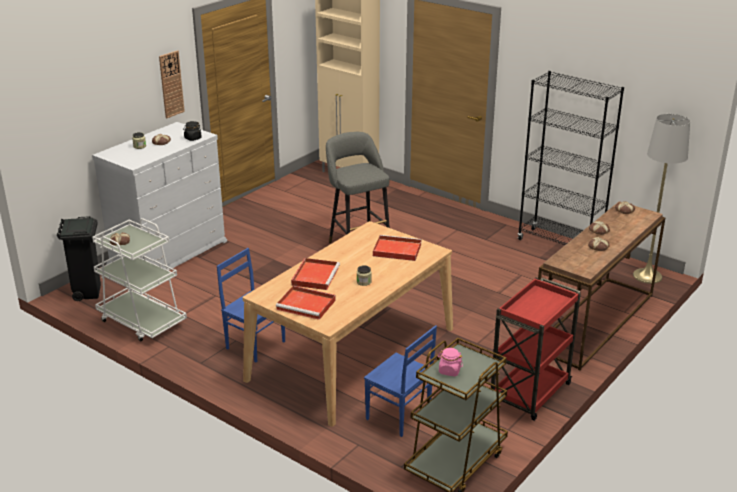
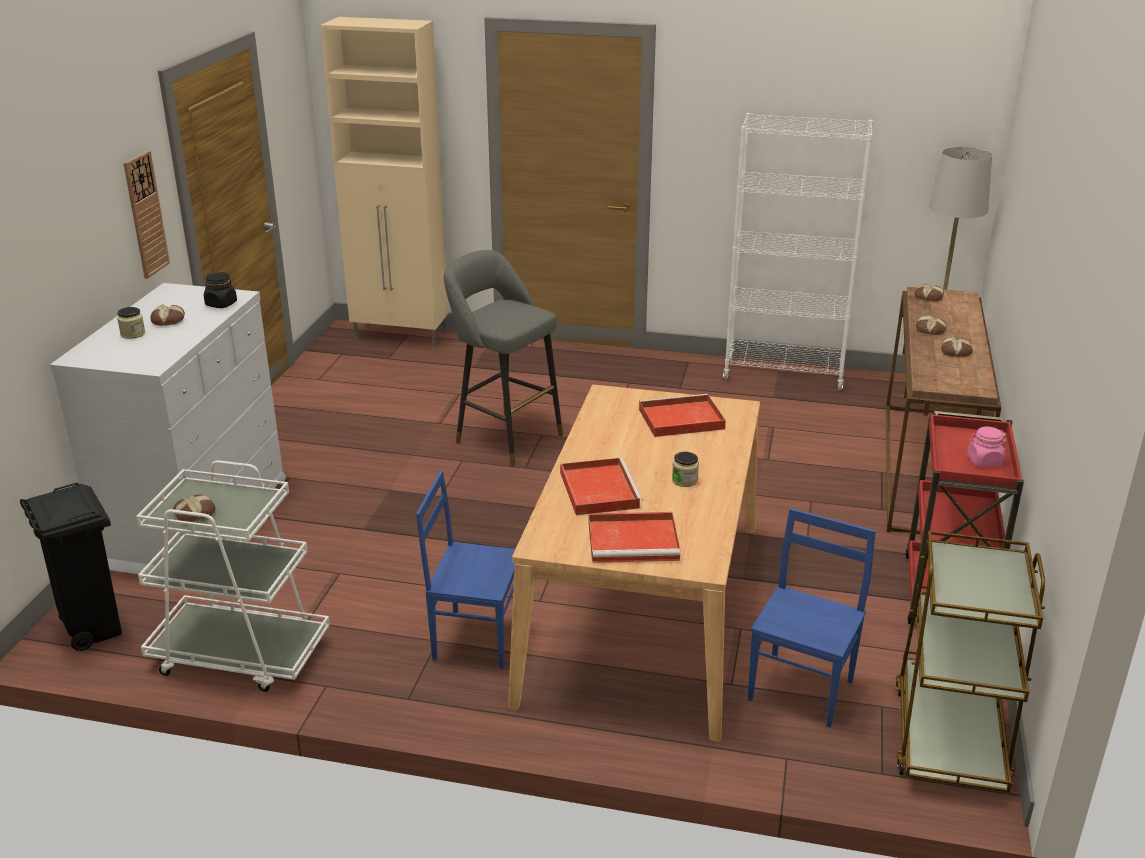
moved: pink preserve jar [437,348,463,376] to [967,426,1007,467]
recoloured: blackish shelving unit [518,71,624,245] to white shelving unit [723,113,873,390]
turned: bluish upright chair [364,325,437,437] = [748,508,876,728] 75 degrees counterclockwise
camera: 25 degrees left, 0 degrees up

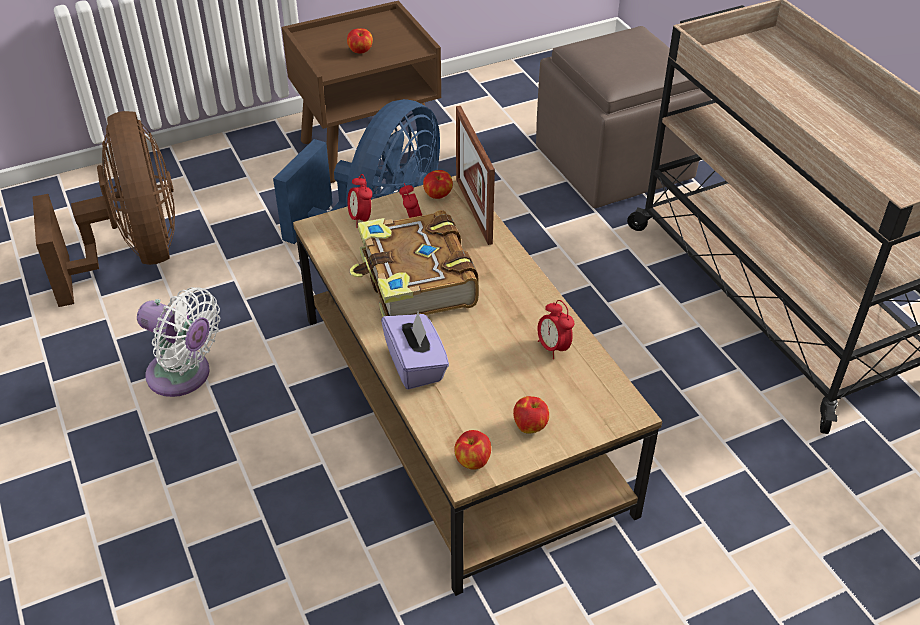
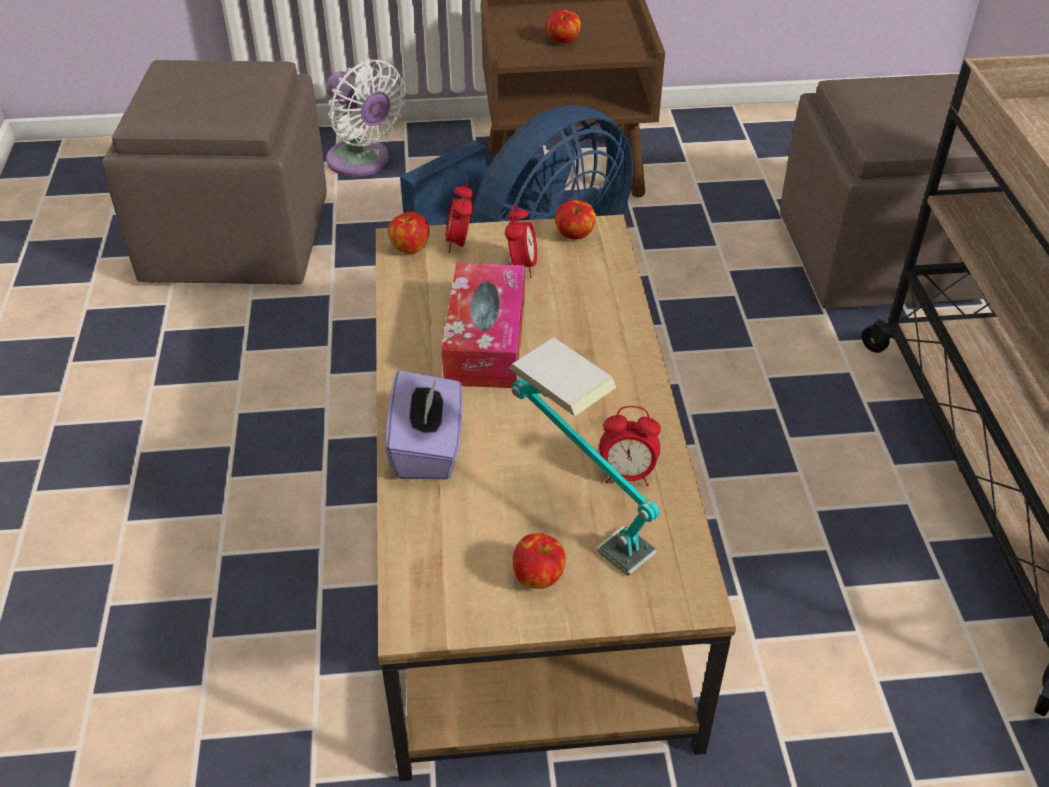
removed: standing frame [456,106,495,245]
added: table lamp [508,337,660,576]
moved: white electric fan [137,287,220,397] to [326,59,406,177]; whole apple [454,430,491,470] to [388,212,429,254]
replaced: brownish electric fan [33,111,175,307] to brownish pouffe [102,60,327,285]; book [350,210,479,317] to box of tissues [442,263,525,388]
turned: bedside clock [538,300,574,359] = [599,406,661,486] 75 degrees counterclockwise
camera: 20 degrees right, 0 degrees up

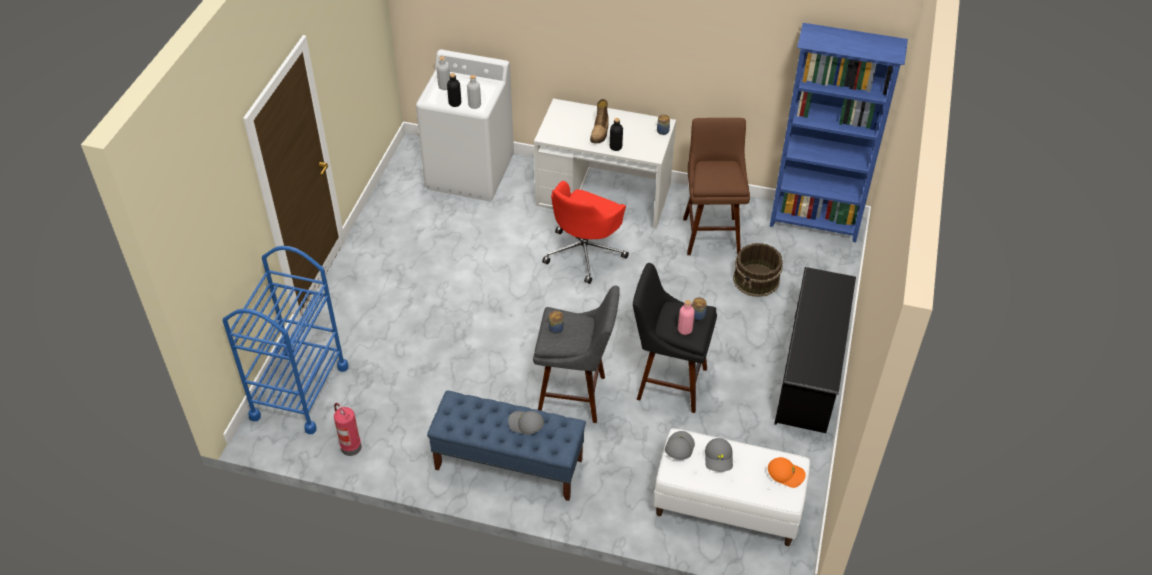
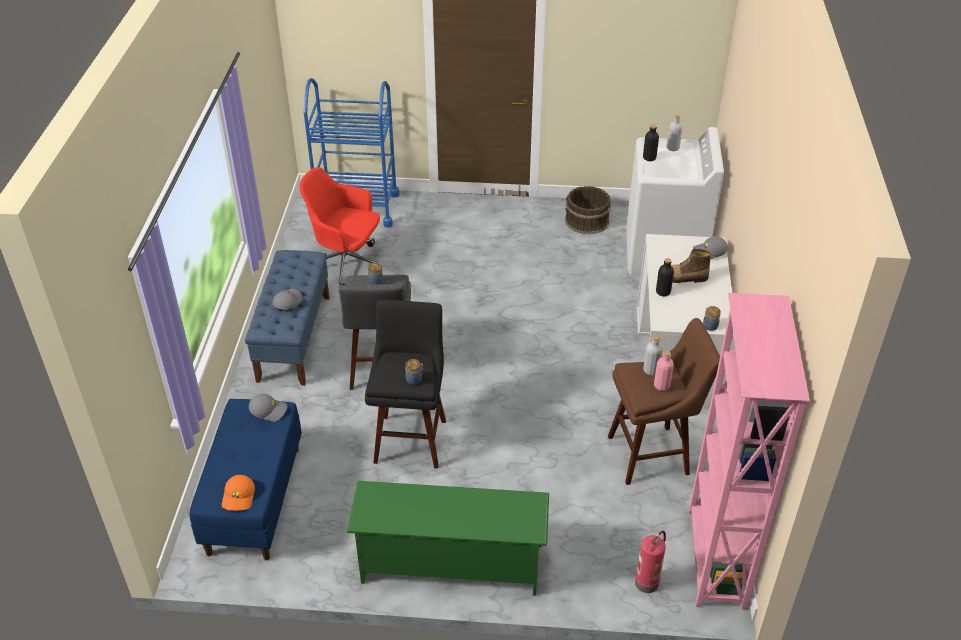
moved: fire extinguisher [334,403,362,456] to [635,530,666,593]; gray beverage bottle [467,75,481,109] to [643,335,663,375]; red desk chair [542,181,629,284] to [299,167,380,285]; pink beverage bottle [678,300,695,335] to [654,351,674,391]; gray cap [705,438,733,472] to [693,236,728,259]; brownish pail [733,243,783,297] to [565,186,611,234]
recoloured: white long seat [653,428,810,546] to bluish long seat [190,399,302,560]; bluish shelving unit [770,23,908,242] to pink shelving unit [689,293,810,610]; blackish shoe rack [774,267,856,433] to green-coloured shoe rack [347,481,549,596]
camera: 80 degrees right, 5 degrees down

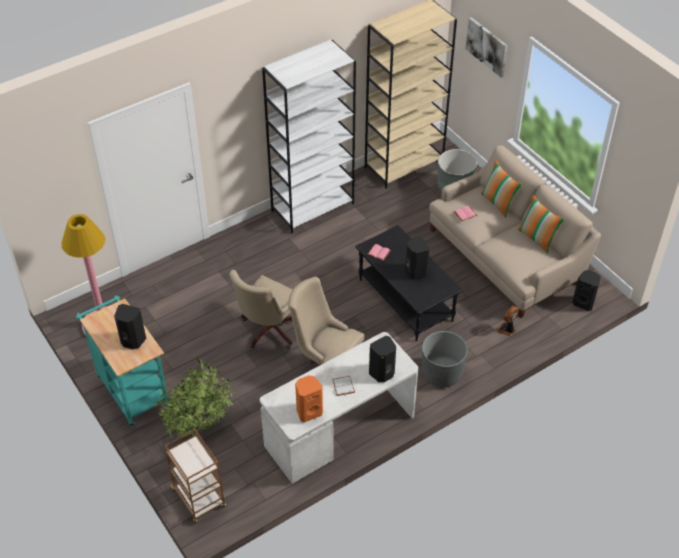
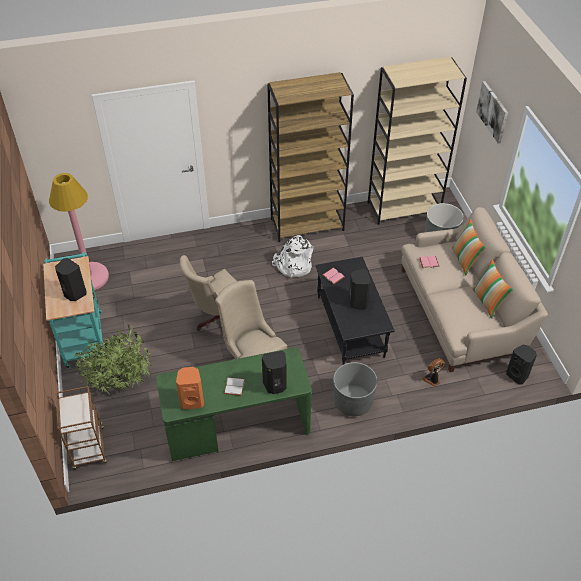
added: white rucksack [272,235,313,278]
recoloured: white desk [260,332,418,484] to green-coloured desk [156,348,312,461]; white shelving unit [262,40,356,233] to brownish shelving unit [267,72,354,242]
camera: 20 degrees right, 0 degrees up

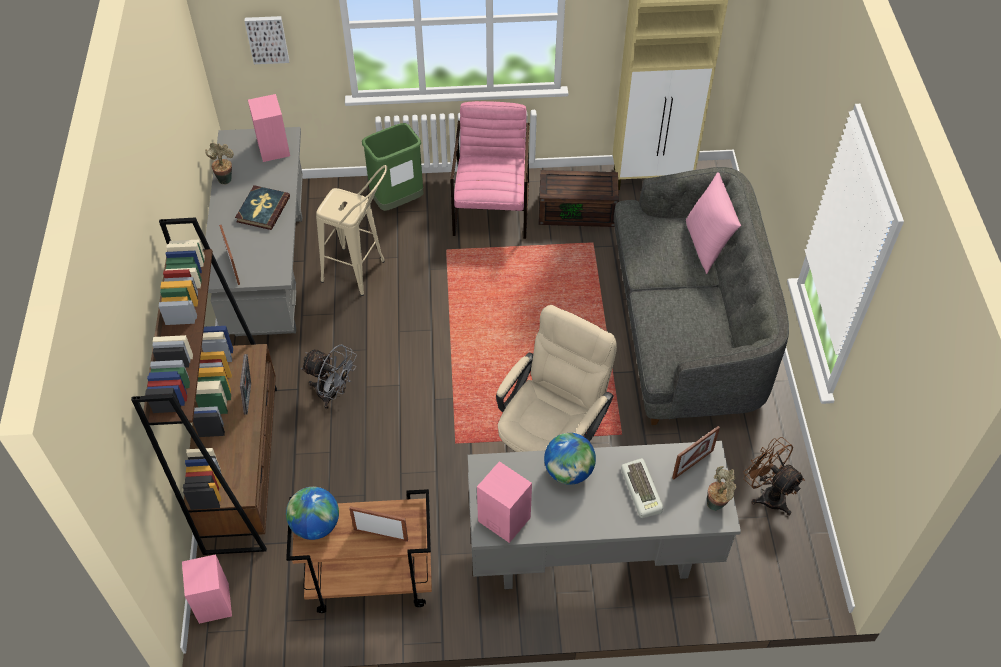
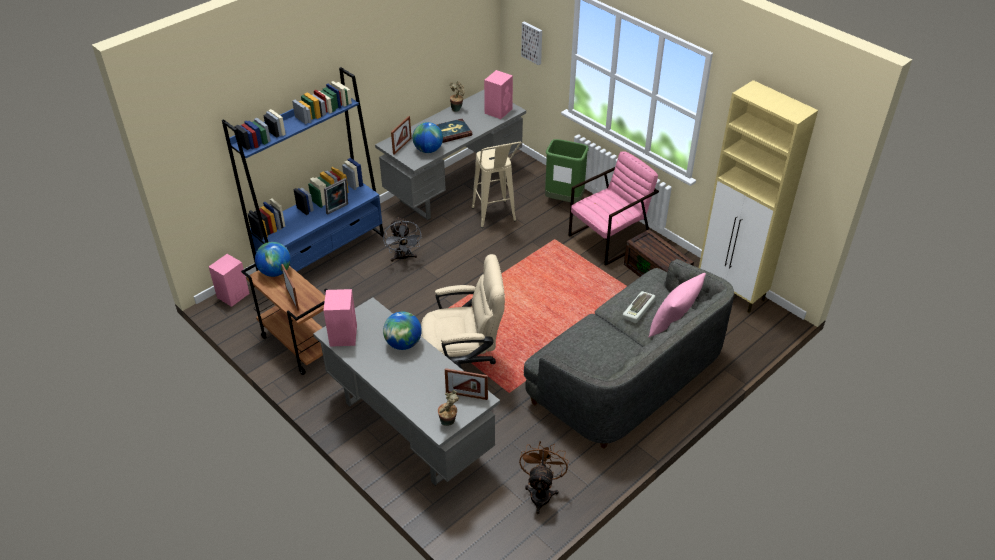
added: desk globe [412,122,443,153]
moved: computer keyboard [621,458,663,518] to [622,291,655,323]
recoloured: brownish shelving unit [131,217,277,555] to bluish shelving unit [222,67,384,271]
camera: 50 degrees right, 10 degrees down

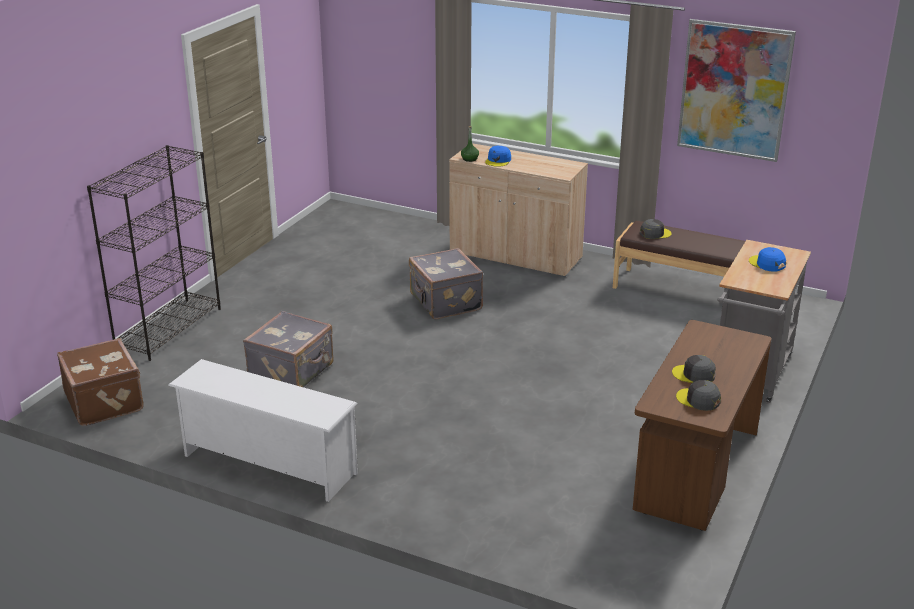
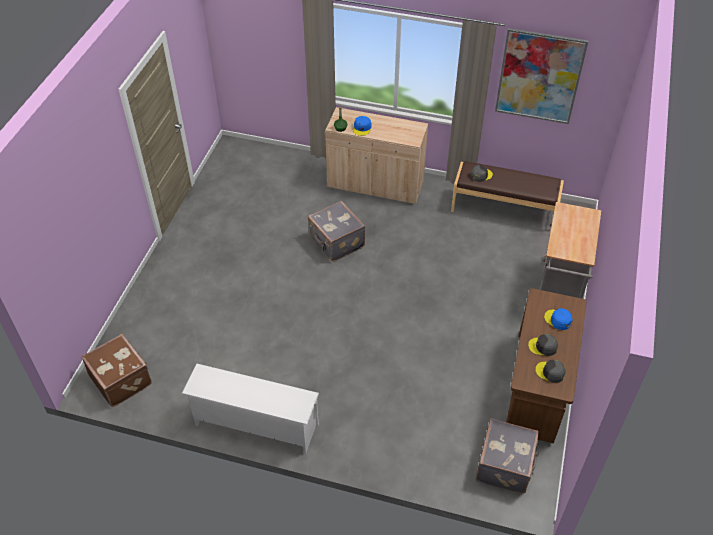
removed: blackish shelving unit [87,145,221,361]
moved: gray piece of luggage [243,311,334,387] to [476,418,539,493]; bluish cap [749,247,786,272] to [544,308,572,330]
camera: 10 degrees left, 20 degrees up

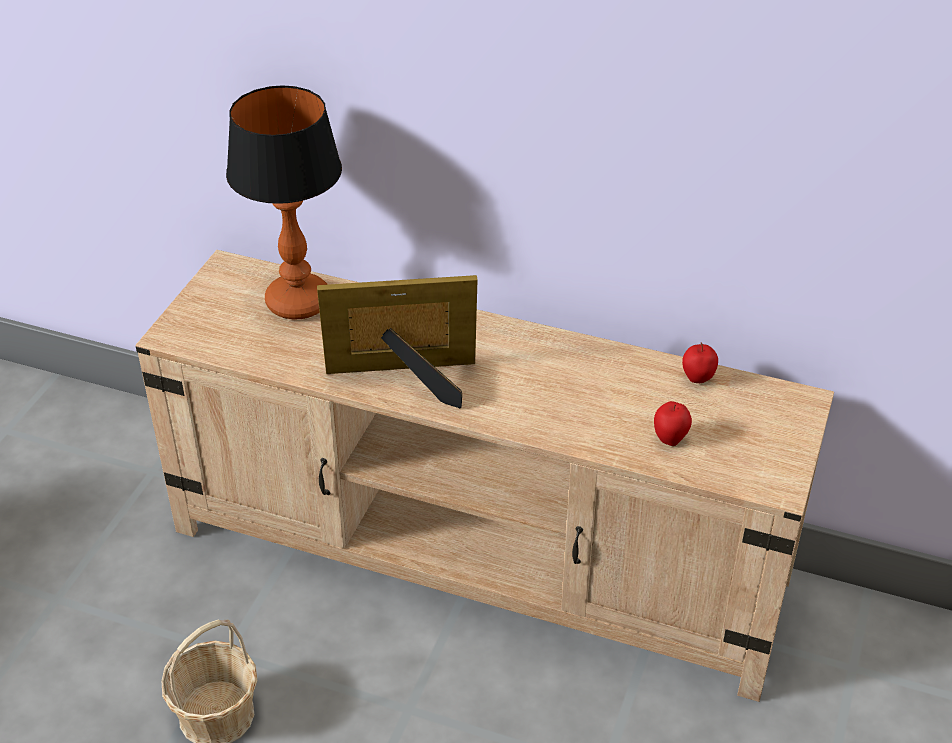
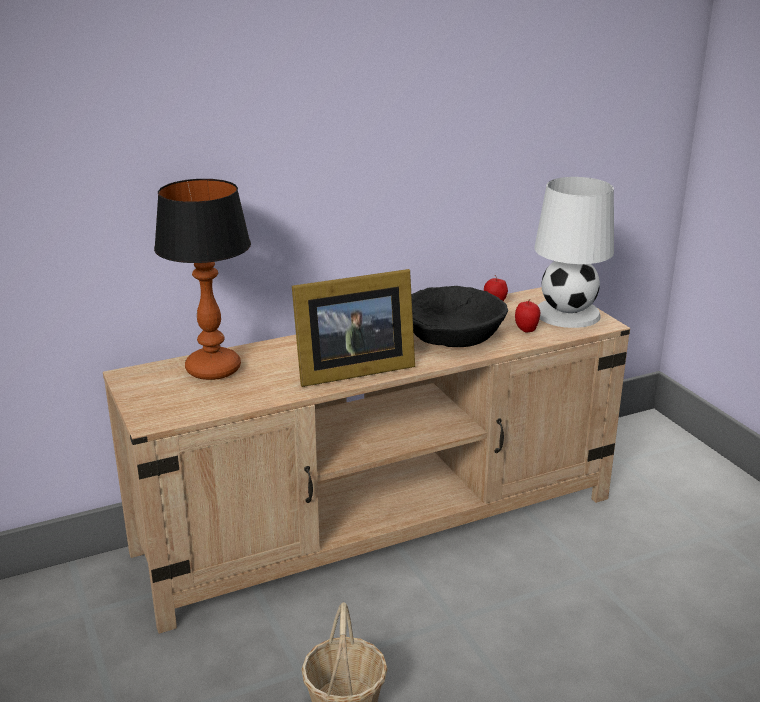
added: blackish bowl [411,286,508,347]; white table lamp [534,177,614,328]
turned: standing frame [317,275,478,408] = [292,269,415,387] 150 degrees counterclockwise
camera: 45 degrees left, 15 degrees down

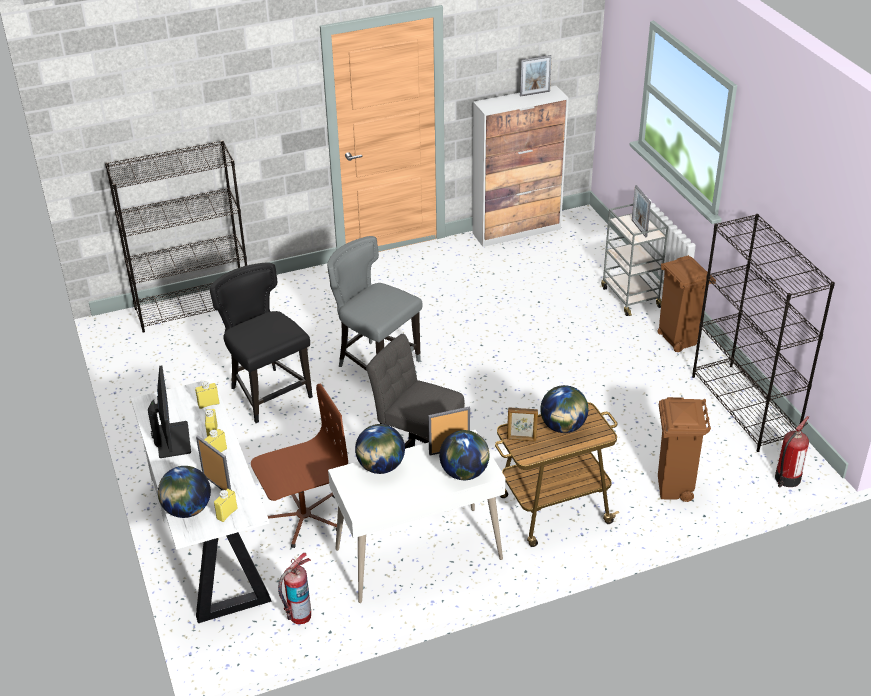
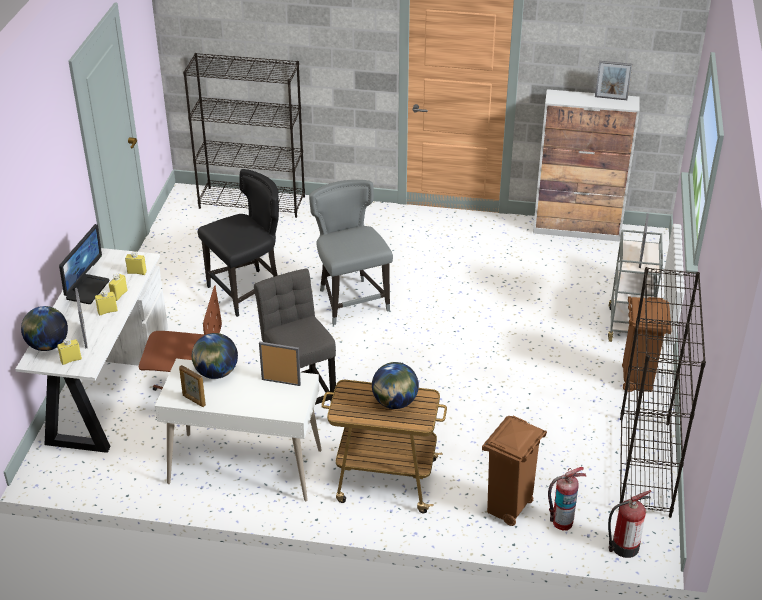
removed: desk globe [439,430,490,480]
moved: fire extinguisher [278,553,311,624] to [548,467,586,530]; standing frame [507,407,538,442] to [179,365,206,407]
turned: blackish upright chair [210,263,313,423] = [198,169,279,317] 60 degrees clockwise
camera: 30 degrees right, 0 degrees up

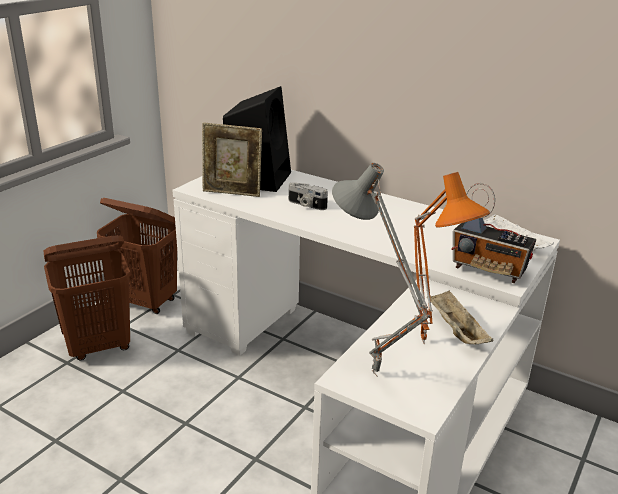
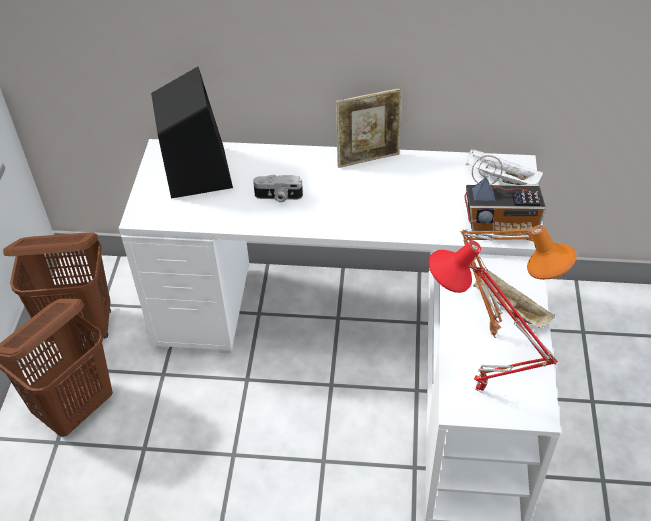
moved: standing frame [202,122,262,197] to [336,88,402,168]
recoloured: gray table lamp [332,163,431,376] to red table lamp [429,240,558,393]
camera: 25 degrees left, 20 degrees up

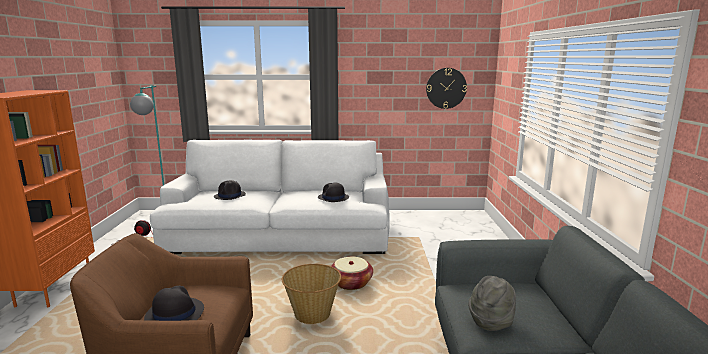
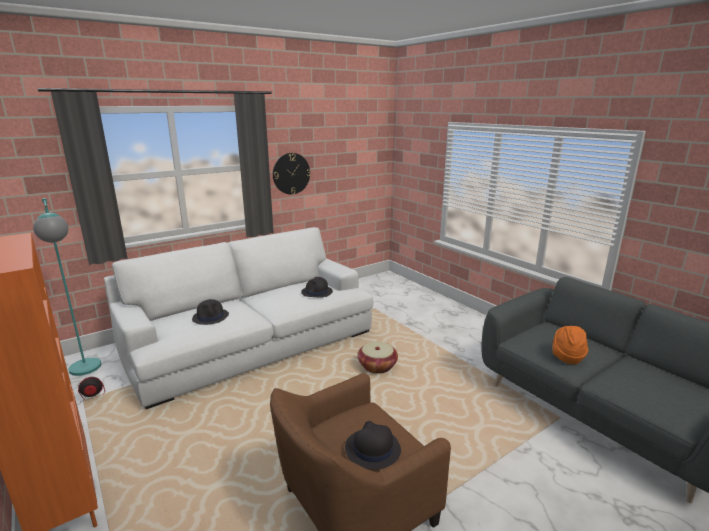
removed: household basket [282,264,341,324]
moved: wall clock [426,68,467,109] to [273,153,311,195]
recoloured: gray wearable hat [468,276,516,331] to orangey wearable hat [553,326,588,364]
camera: 35 degrees left, 5 degrees up

